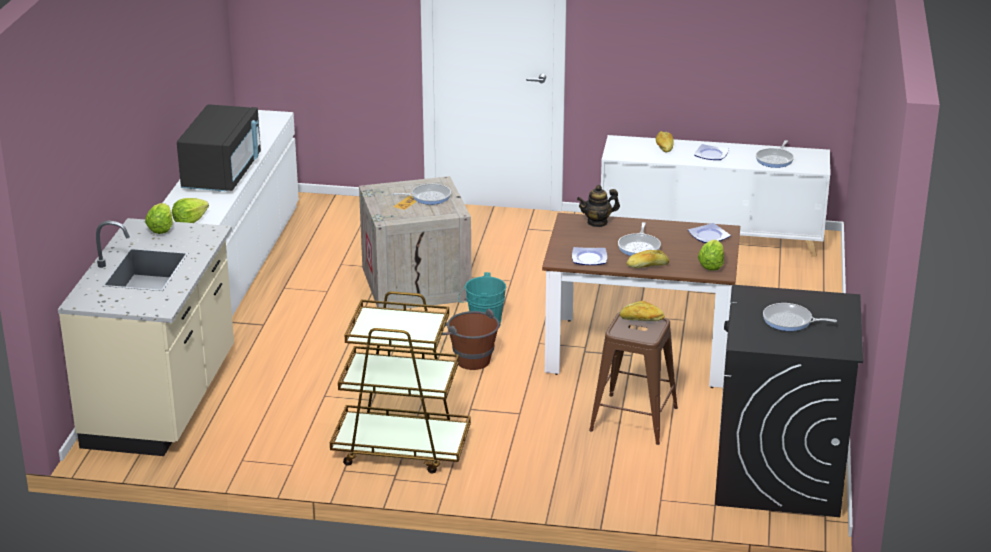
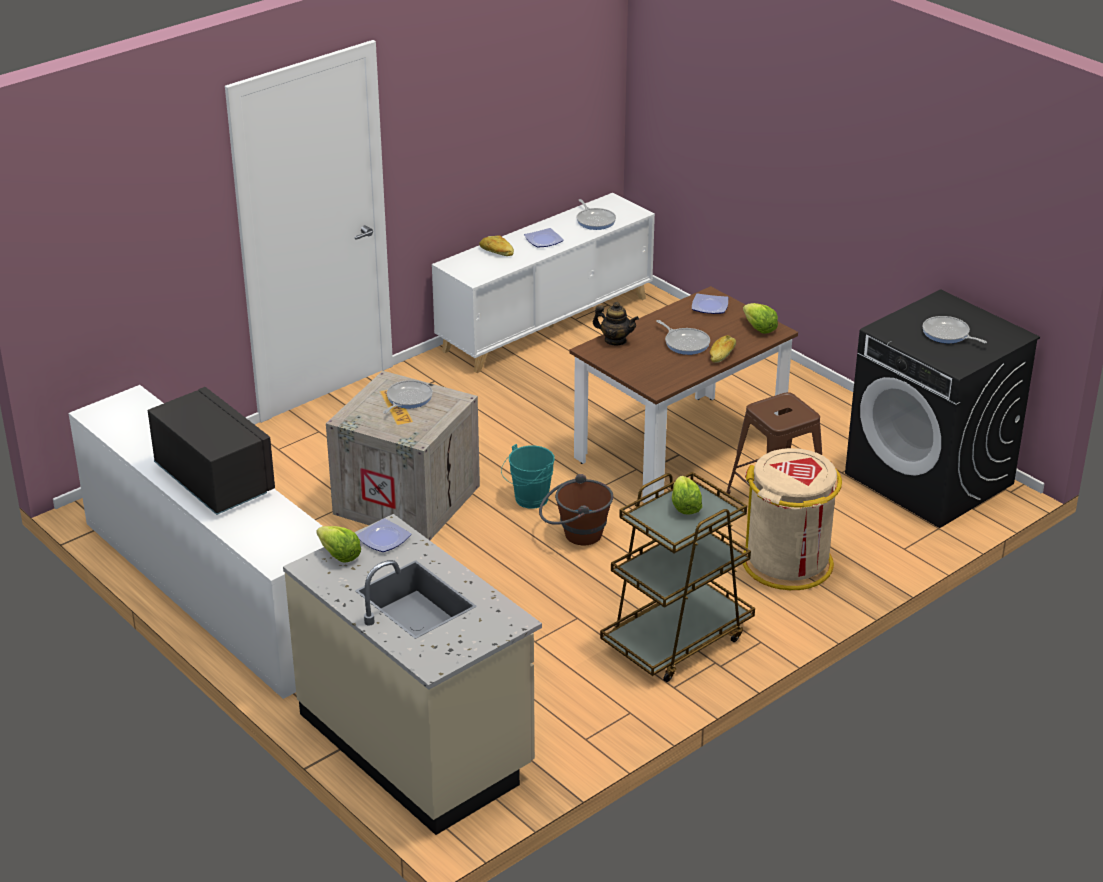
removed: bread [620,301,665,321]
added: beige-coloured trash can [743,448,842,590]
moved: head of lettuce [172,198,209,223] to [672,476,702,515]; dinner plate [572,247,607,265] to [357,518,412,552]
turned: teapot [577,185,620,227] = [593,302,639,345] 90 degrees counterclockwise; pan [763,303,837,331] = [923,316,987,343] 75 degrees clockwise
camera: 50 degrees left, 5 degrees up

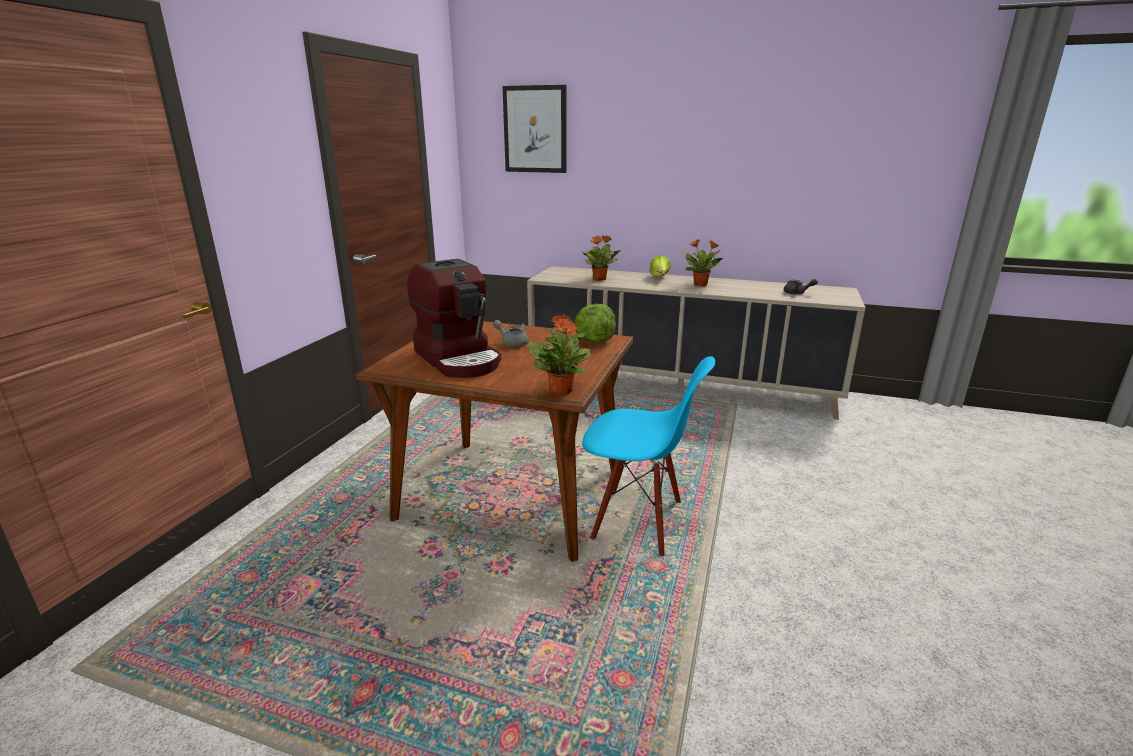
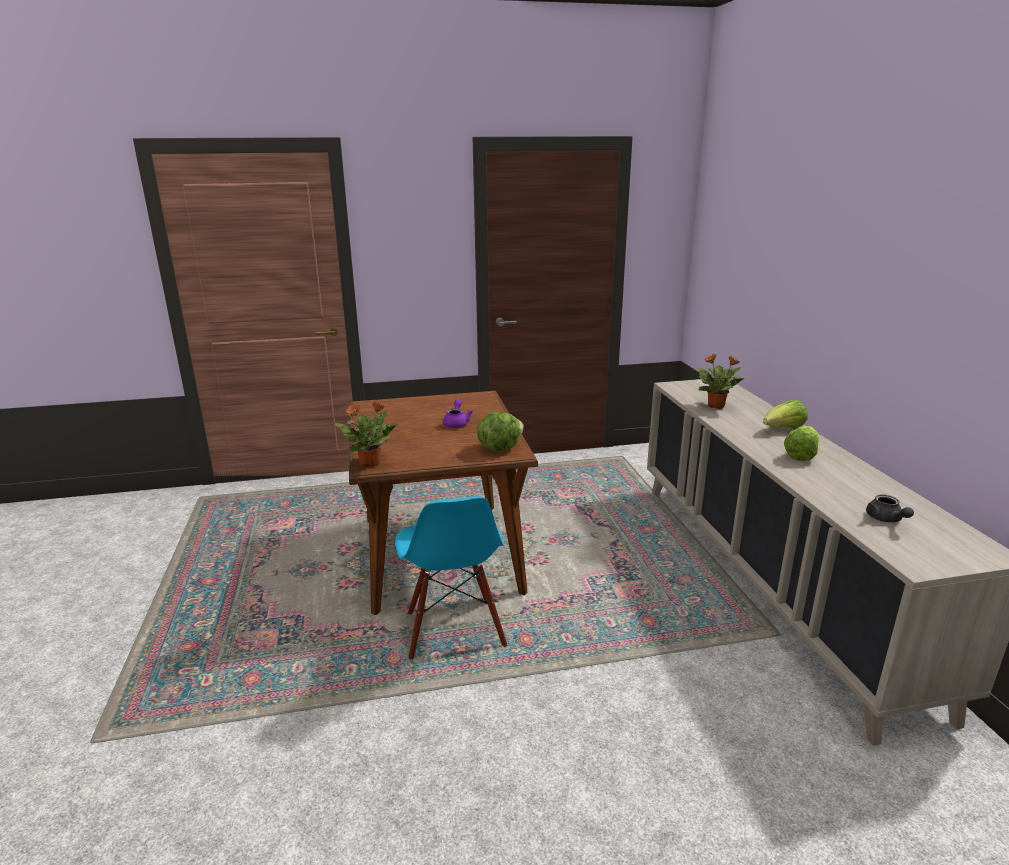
removed: coffee machine [407,259,501,378]; wall art [502,85,567,173]
replaced: potted plant [684,239,723,286] to head of lettuce [784,426,819,461]
recoloured: gray teapot [493,320,529,347] to purplish teapot [443,399,473,428]
camera: 60 degrees right, 0 degrees up

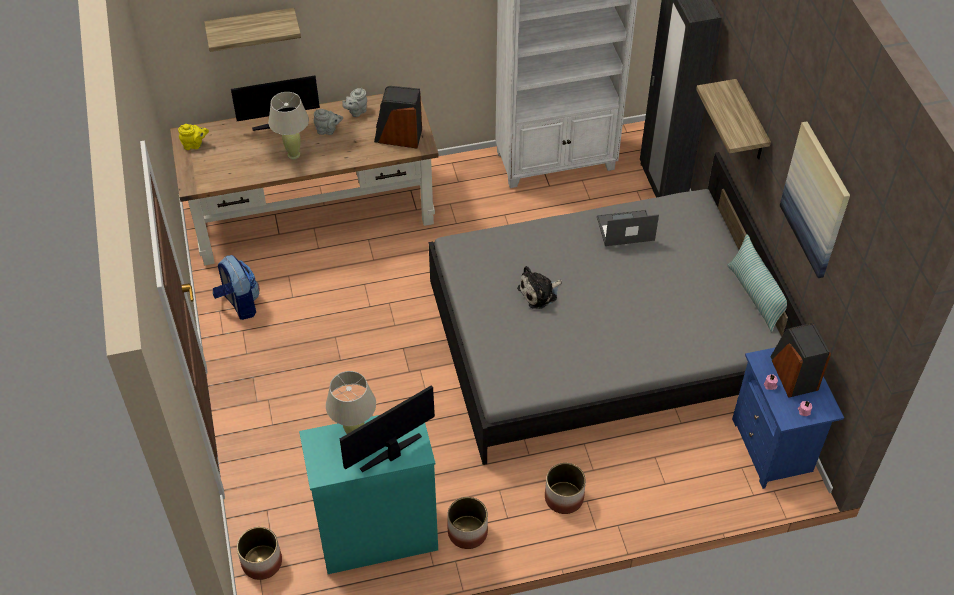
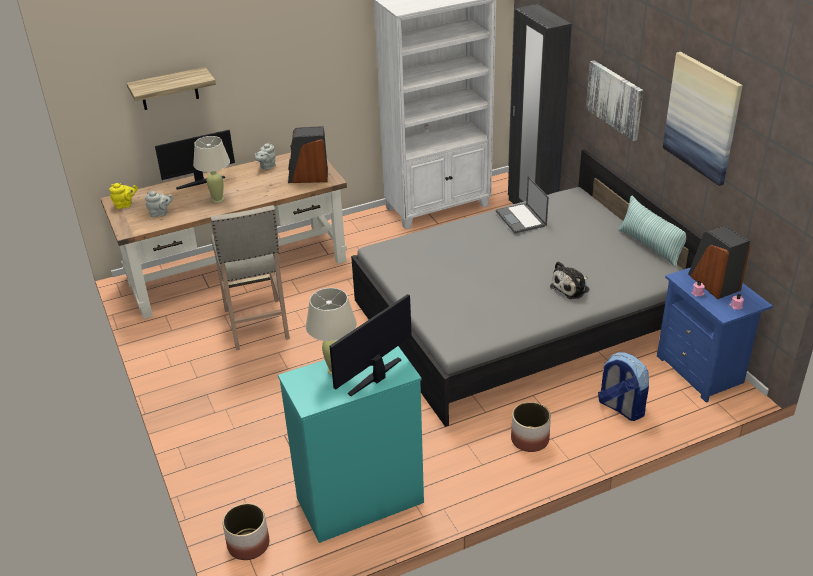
removed: flower pot [447,497,488,549]
added: beige-coloured sitting stool [211,205,290,350]
moved: rucksack [213,255,260,320] to [598,352,649,421]; gray teapot [314,109,343,135] to [145,191,173,217]; cuddly toy [517,266,562,309] to [550,261,589,299]
replaced: wall shelf [696,79,771,159] to wall art [586,60,644,141]
turned: portable computer [597,210,659,246] = [496,176,549,233] 90 degrees counterclockwise
camera: 10 degrees left, 15 degrees down

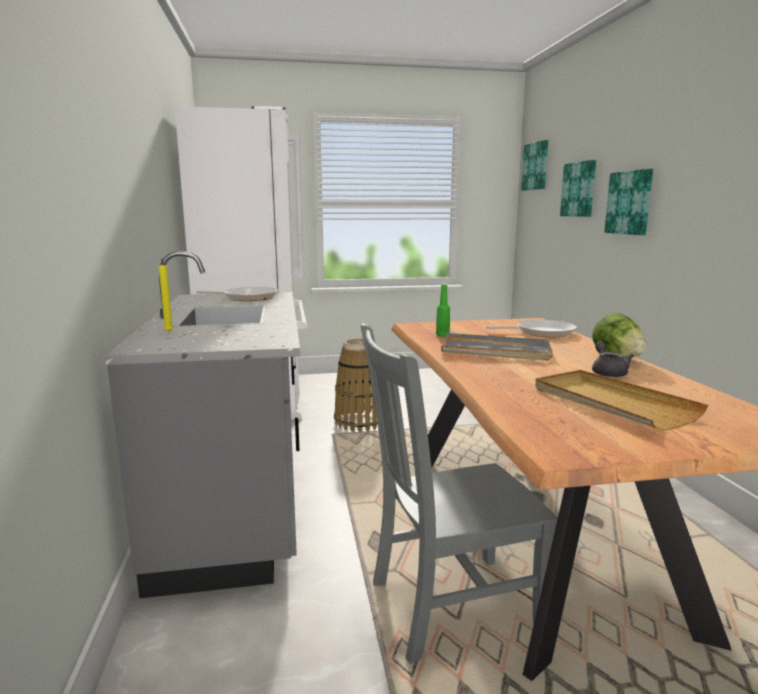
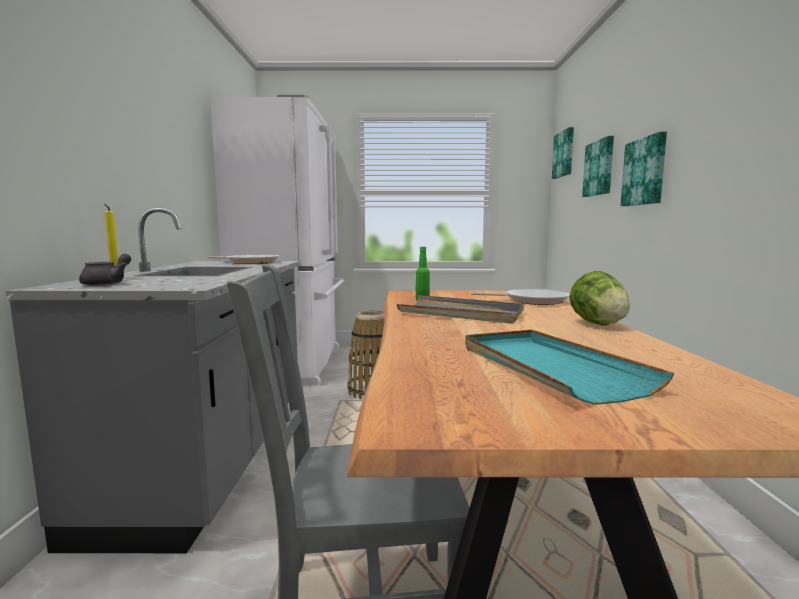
moved: gray teapot [592,341,634,377] to [79,254,131,286]
recoloured: beige-coloured carrying tray [535,370,708,431] to blue-green carrying tray [465,330,674,405]
camera: 10 degrees right, 5 degrees down

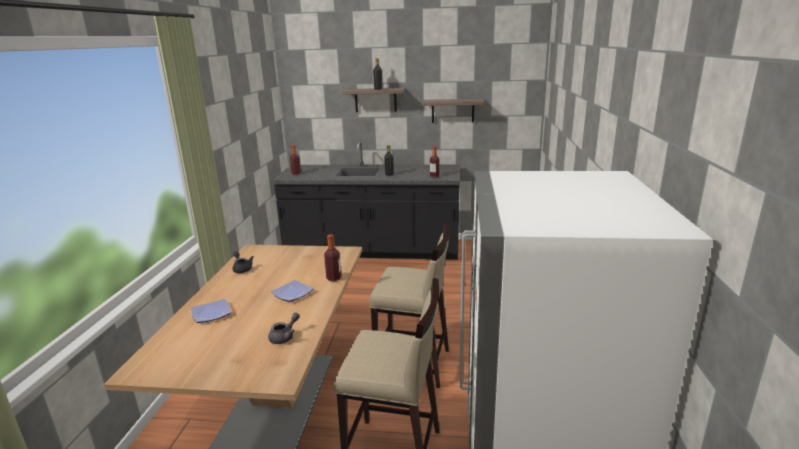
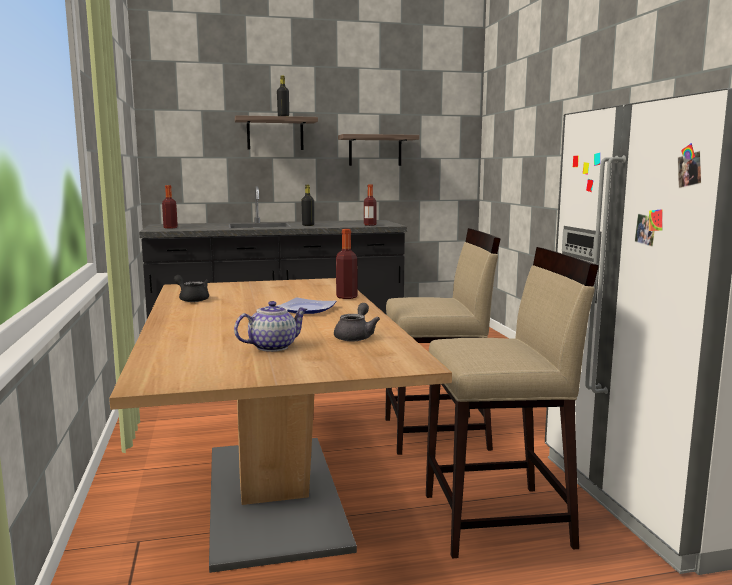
removed: dinner plate [192,299,231,323]
added: teapot [234,301,307,352]
camera: 20 degrees left, 10 degrees down

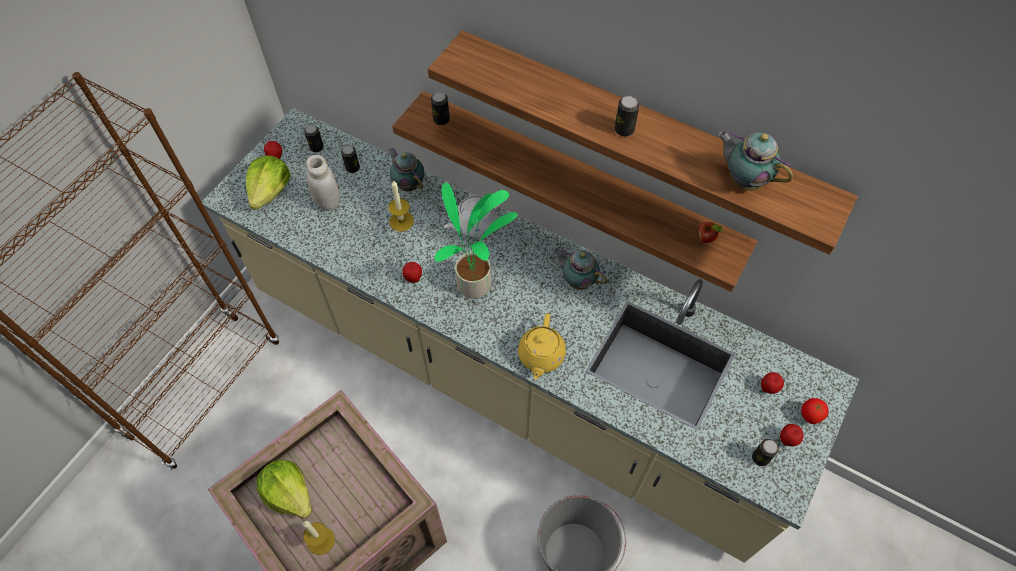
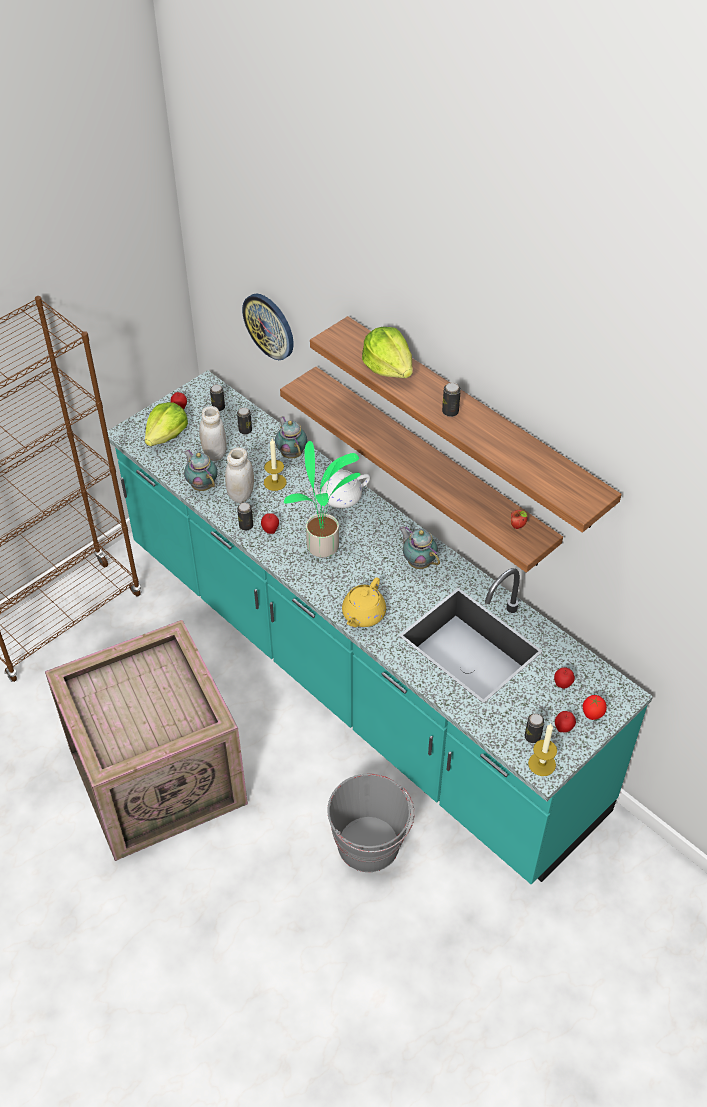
added: white preserve jar [225,447,254,503]; wall clock [242,294,294,360]
moved: head of lettuce [257,460,312,519] to [362,327,413,378]; candle [303,521,335,555] to [528,724,557,776]; can [431,92,450,125] to [237,503,253,531]; teapot [718,130,793,191] to [184,449,217,491]
recoloured: beige-coloured kitchen counter [201,108,859,563] to blue-green kitchen counter [107,370,653,884]
camera: 15 degrees right, 10 degrees down

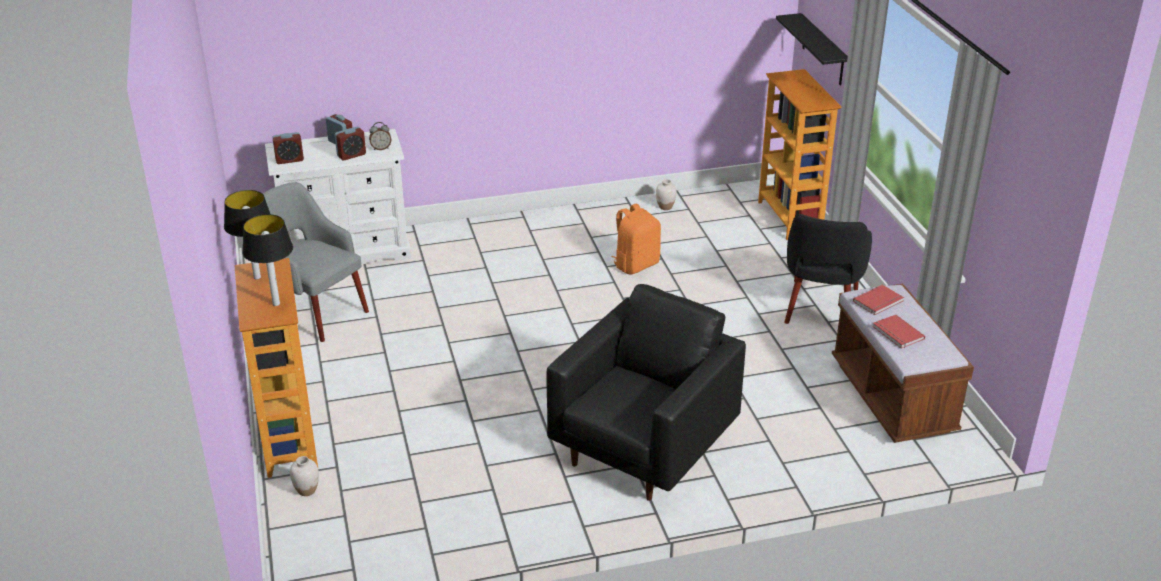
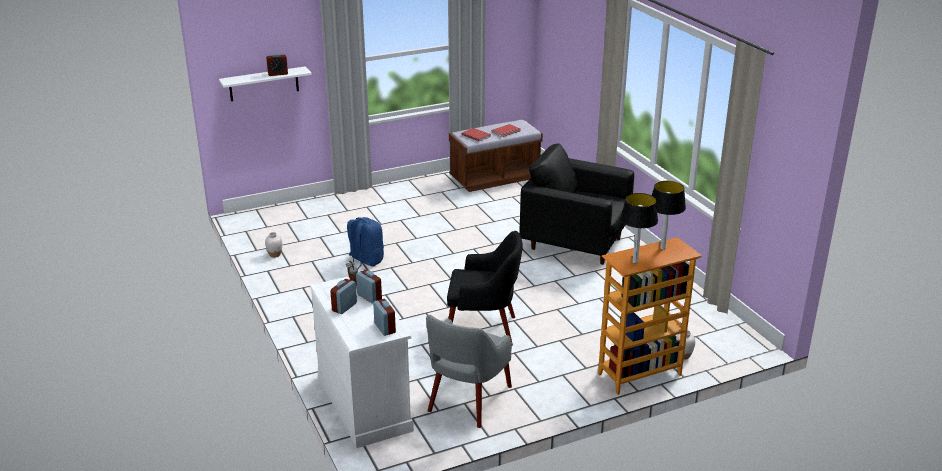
removed: shelving unit [758,69,842,240]
added: bedside clock [266,53,288,76]
moved: blackish armchair [784,214,872,324] to [447,231,523,345]
recoloured: orangey rucksack [611,203,661,274] to bluish rucksack [346,217,384,269]; blackish wall shelf [776,13,848,86] to white wall shelf [219,66,312,101]
camera: 100 degrees left, 5 degrees down

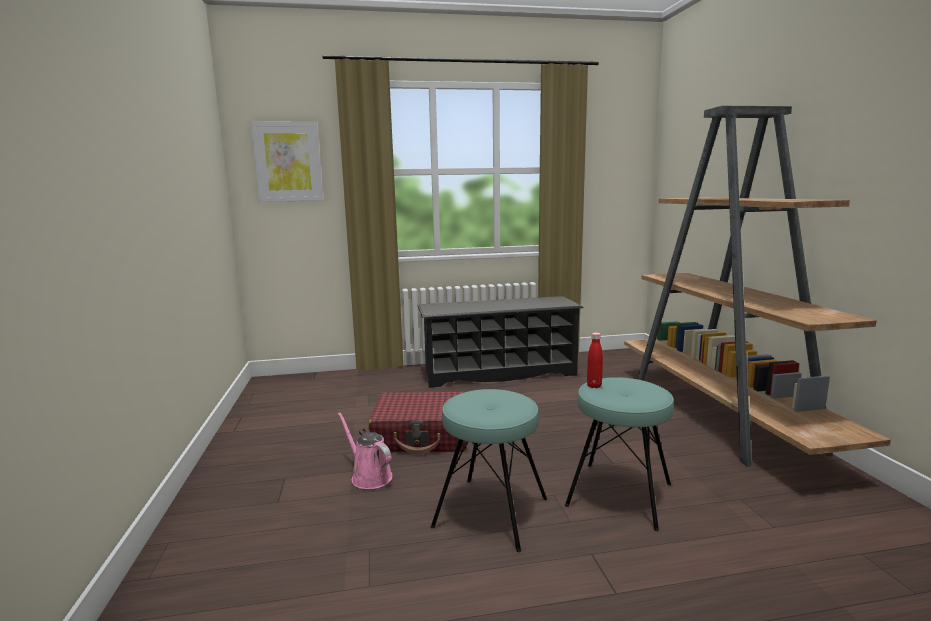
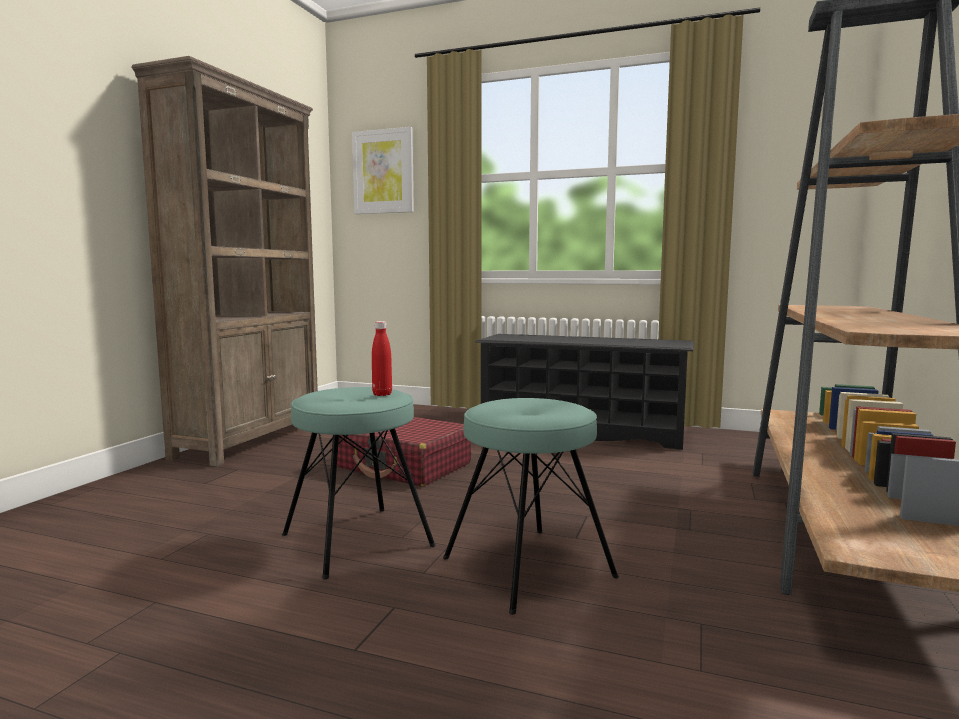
removed: pink sprinkling can [338,412,392,489]
added: brownish shelving unit [131,56,318,467]
moved: red beverage bottle [587,332,603,388] to [372,321,392,396]
camera: 30 degrees right, 5 degrees down

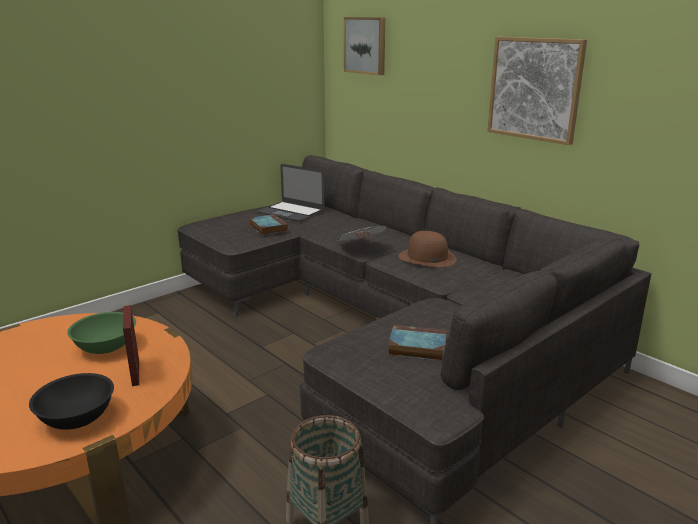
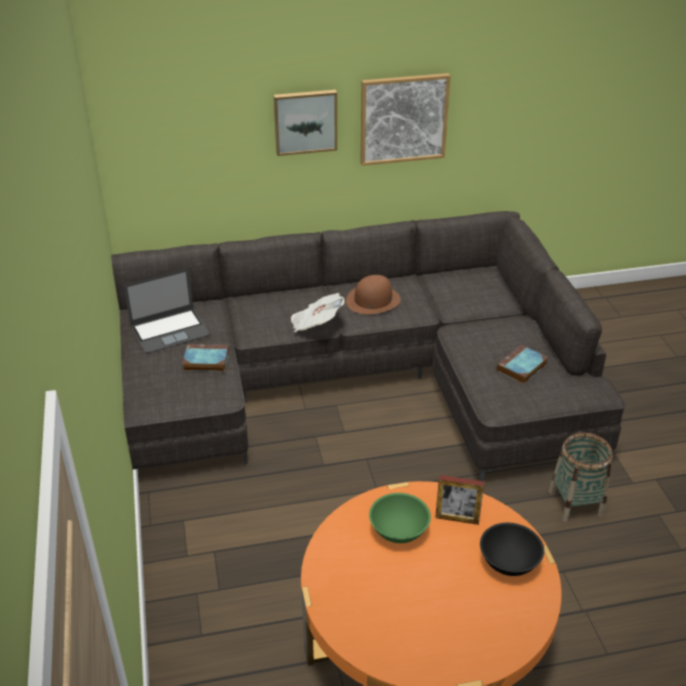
moved: wall art [344,17,385,75] to [274,90,337,156]
camera: 60 degrees left, 15 degrees up

